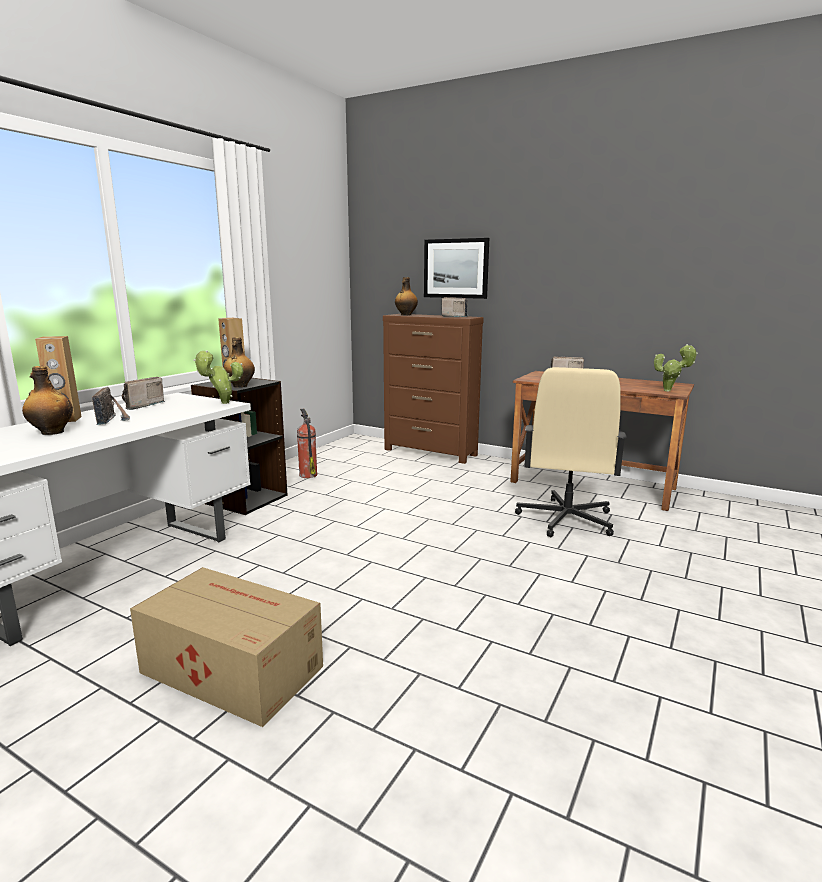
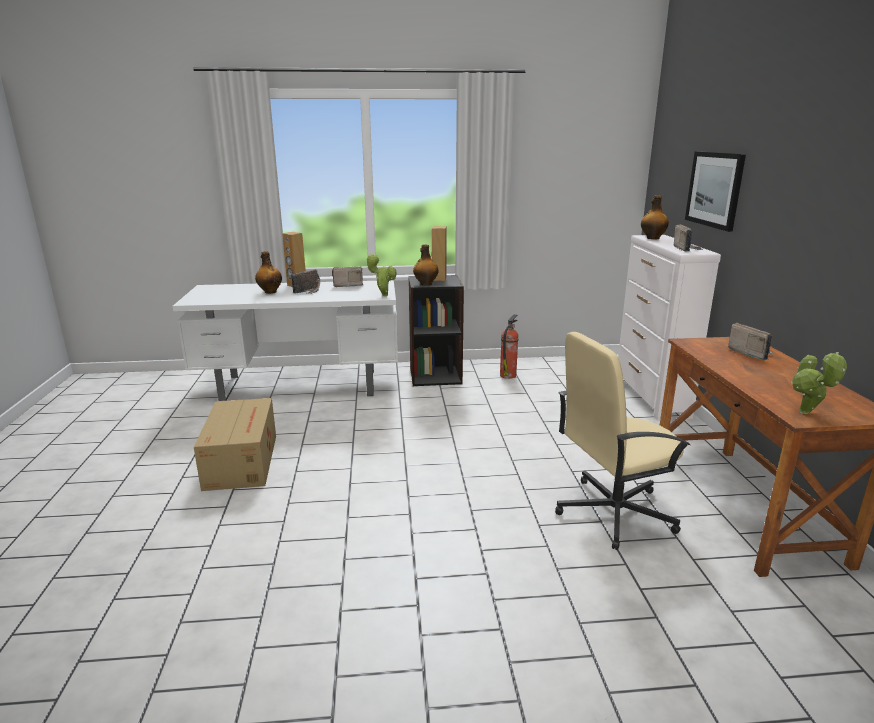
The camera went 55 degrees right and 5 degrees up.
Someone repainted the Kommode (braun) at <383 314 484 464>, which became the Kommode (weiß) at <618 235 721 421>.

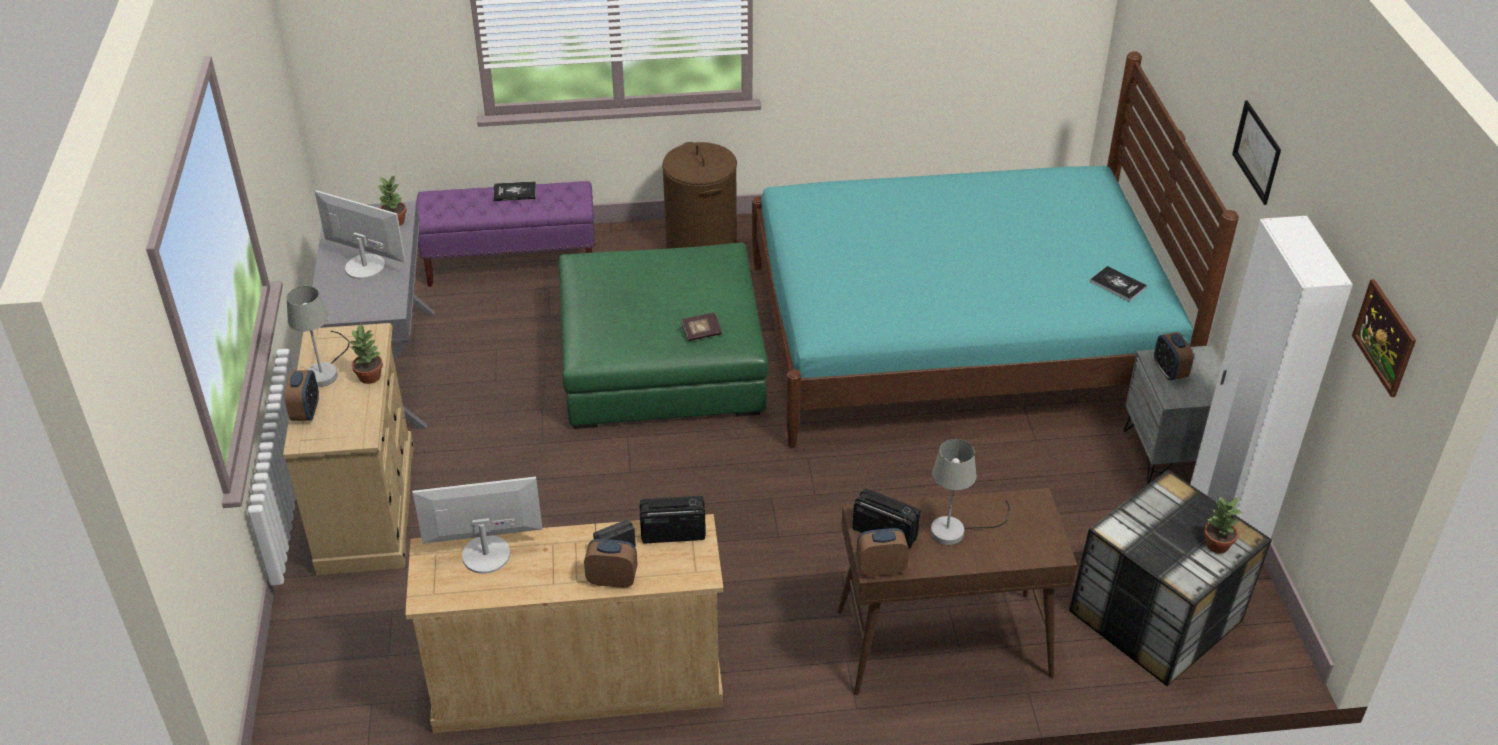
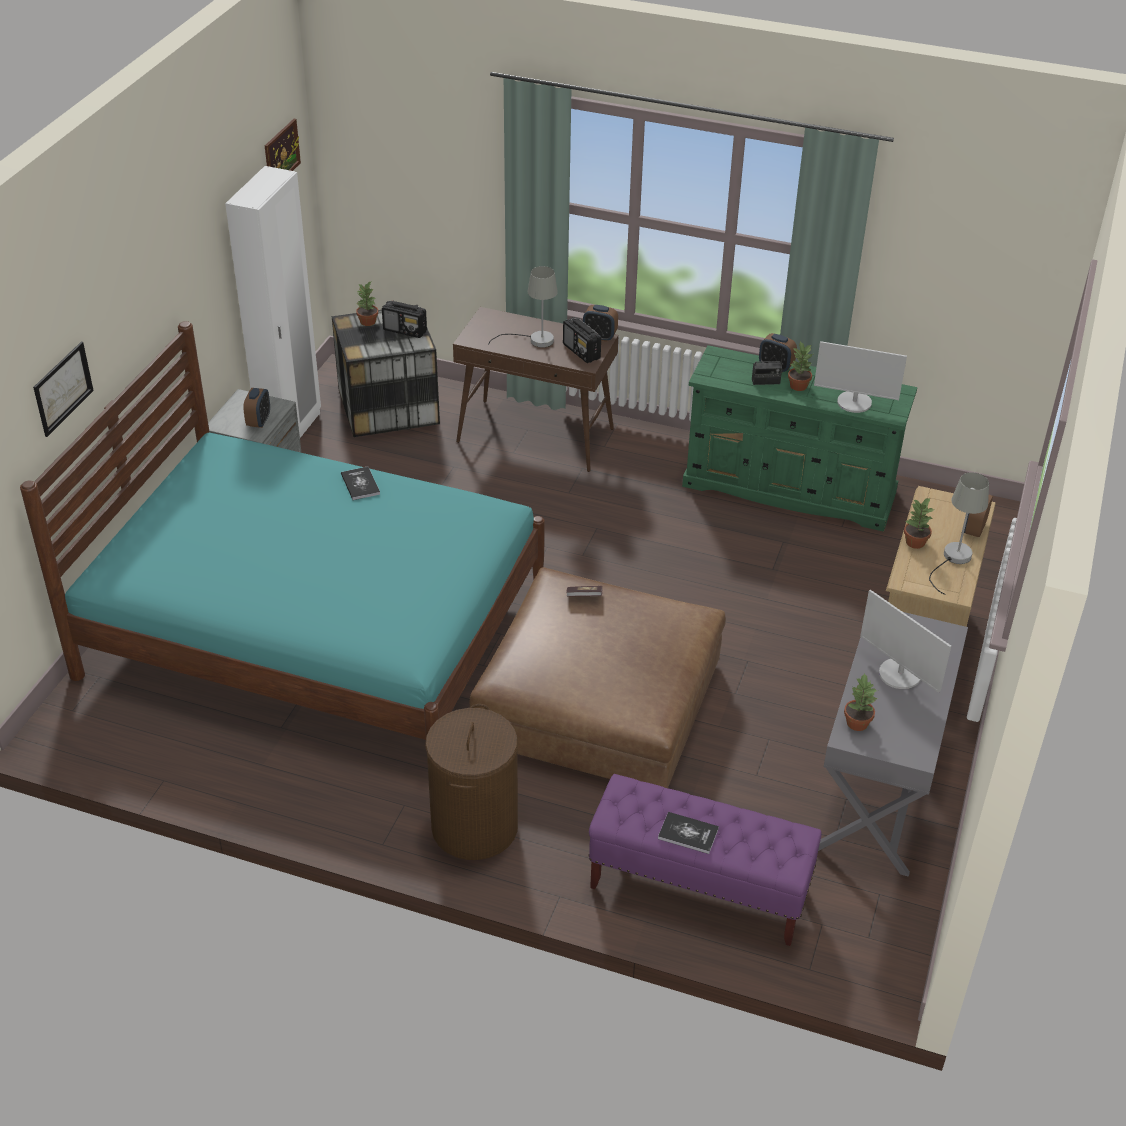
The camera went 155 degrees left and 0 degrees up.
Someone repainted the Kommode (beige) at <405 514 724 733>, which became the Kommode (grün) at <682 345 917 532>.
Someone repainted the Polsterhocker (grün) at <559 242 769 429>, which became the Polsterhocker (braun) at <470 567 726 788>.
Someone carried the Radio from <639 496 706 543> to <382 300 427 338>.
Someone carried the Buch from <1090 266 1147 302> to <341 466 380 500>.
Someone carried the Bild from <1232 100 1281 205> to <33 342 94 437>.
Someone put down the Topfpflanze at <788 341 813 391>.

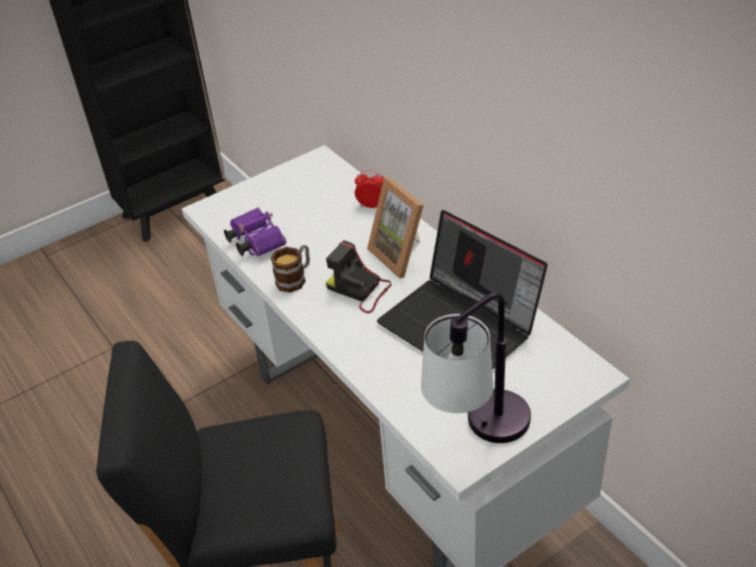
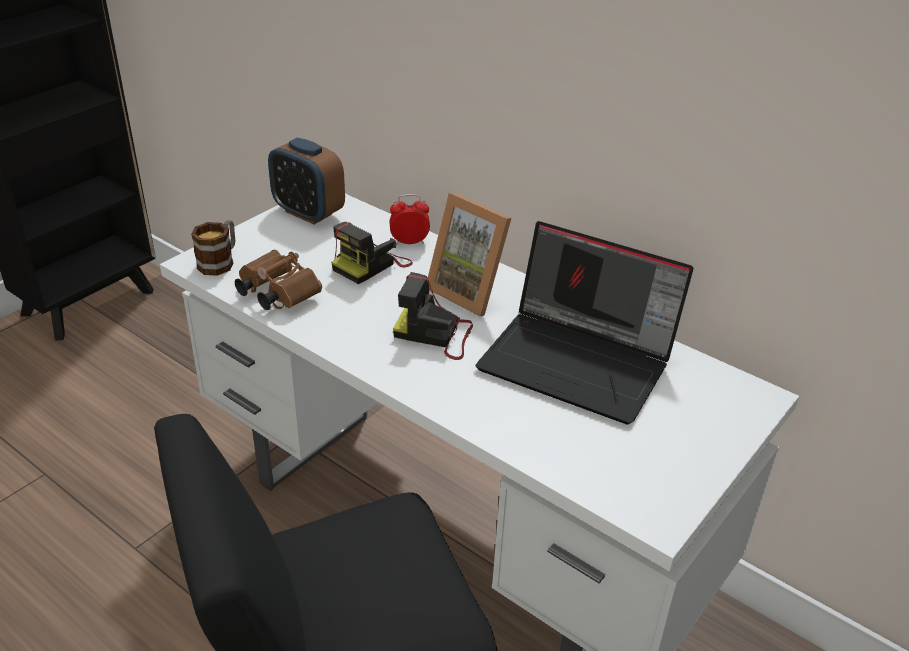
The camera went 20 degrees left and 5 degrees down.
Someone repainted the Fernglas (lila) at <224 207 286 256>, which became the Fernglas (braun) at <235 249 322 310>.
Someone carried the Henkelbecher from <271 245 310 293> to <191 220 235 276>.
Someone took away the Tischlampe at <421 292 531 443>.
Someone put down the Wecker at <268 138 345 225>.
Someone put down the Kamera at <331 222 413 284>.

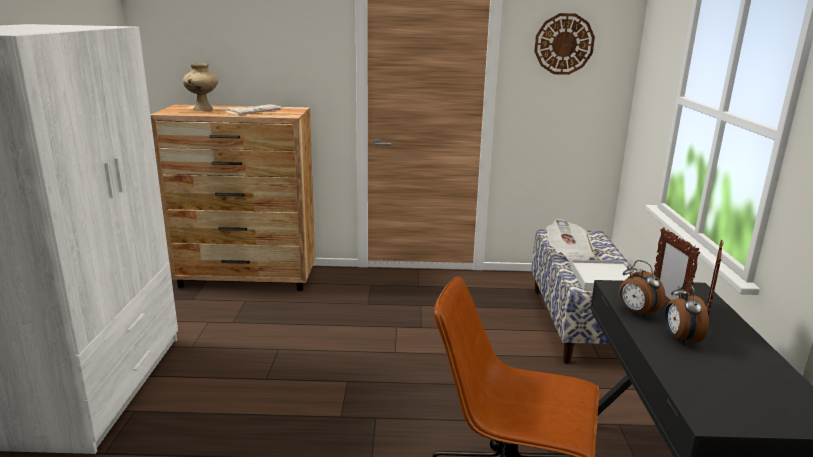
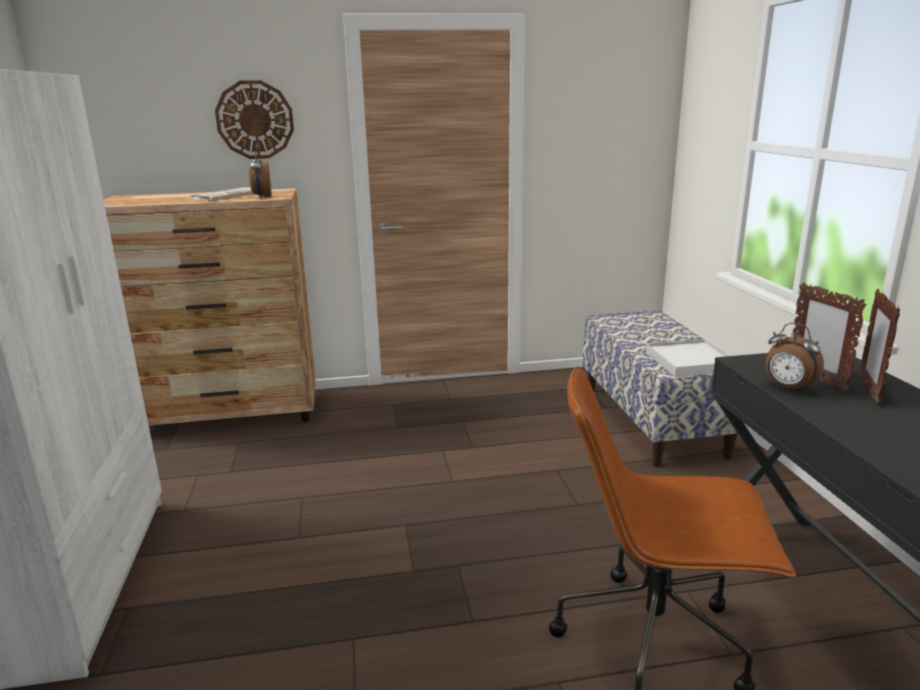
The camera went 10 degrees left and 0 degrees up.
Someone took away the Vase (beige) at <182 63 218 111>.
Someone carried the Wanduhr from <534 13 595 75> to <215 80 294 159>.
Someone took away the Zeitung at <546 219 595 263>.
Someone carried the Wecker from <665 281 709 345> to <249 150 271 198>.

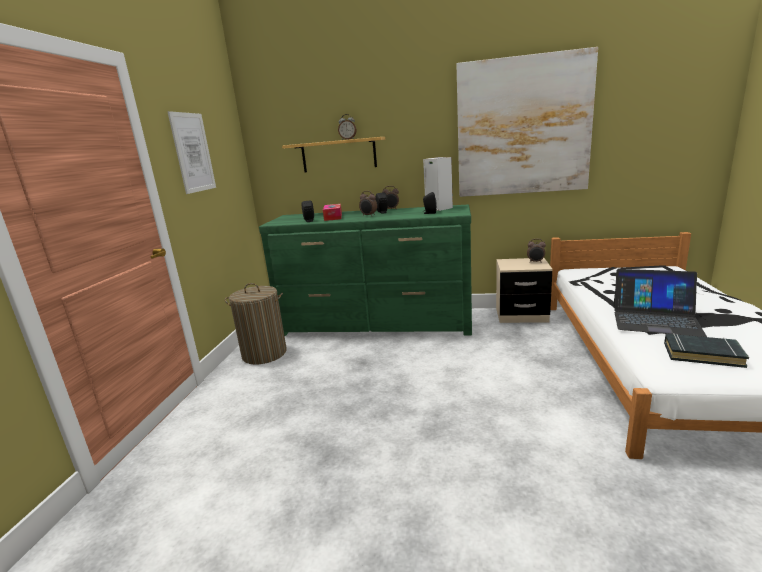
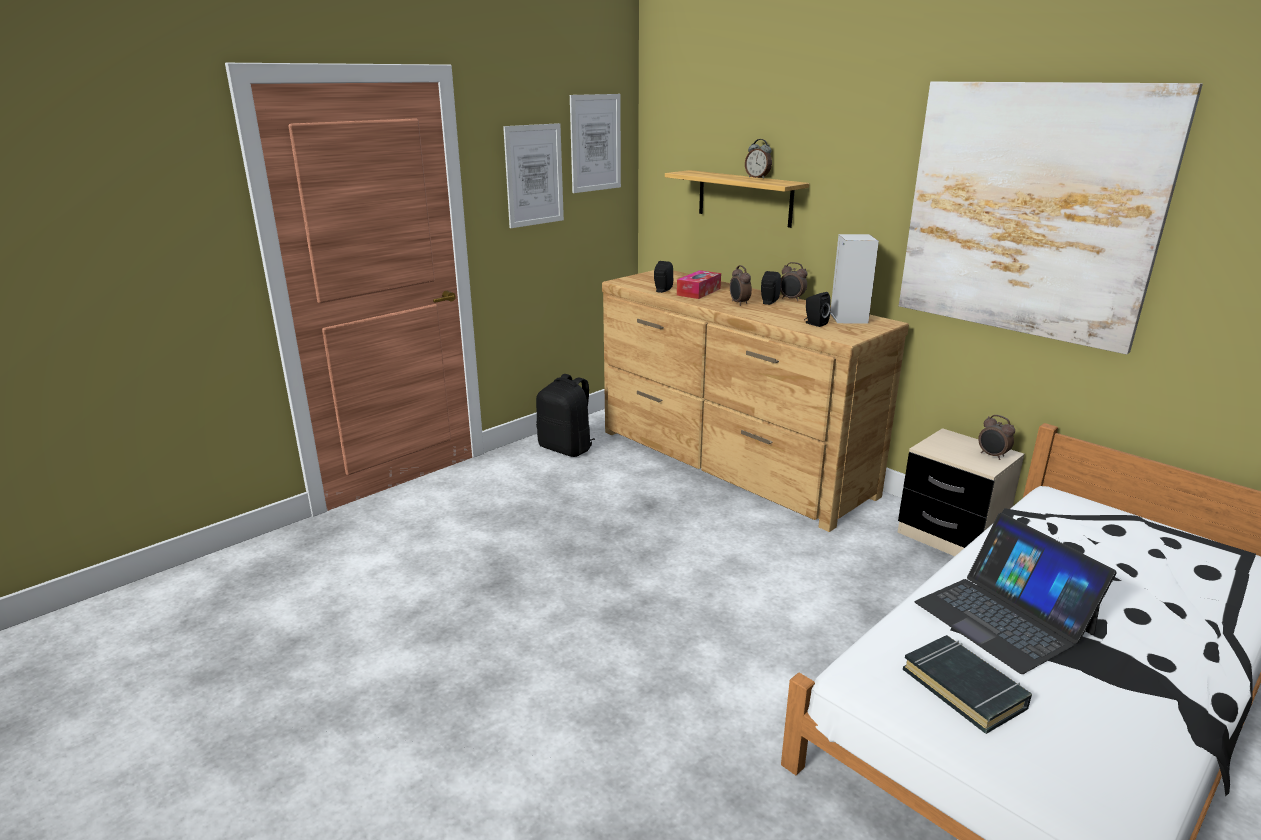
The camera went 35 degrees right and 5 degrees up.
Someone swapped the Wäschekorb at <225 283 287 364> for the Rucksack (schwarz) at <536 374 595 457>.
Someone repainted the Kommode (grün) at <259 205 472 336>, which became the Kommode (braun) at <602 270 909 532>.
Someone put up the Bild at <570 94 621 193>.

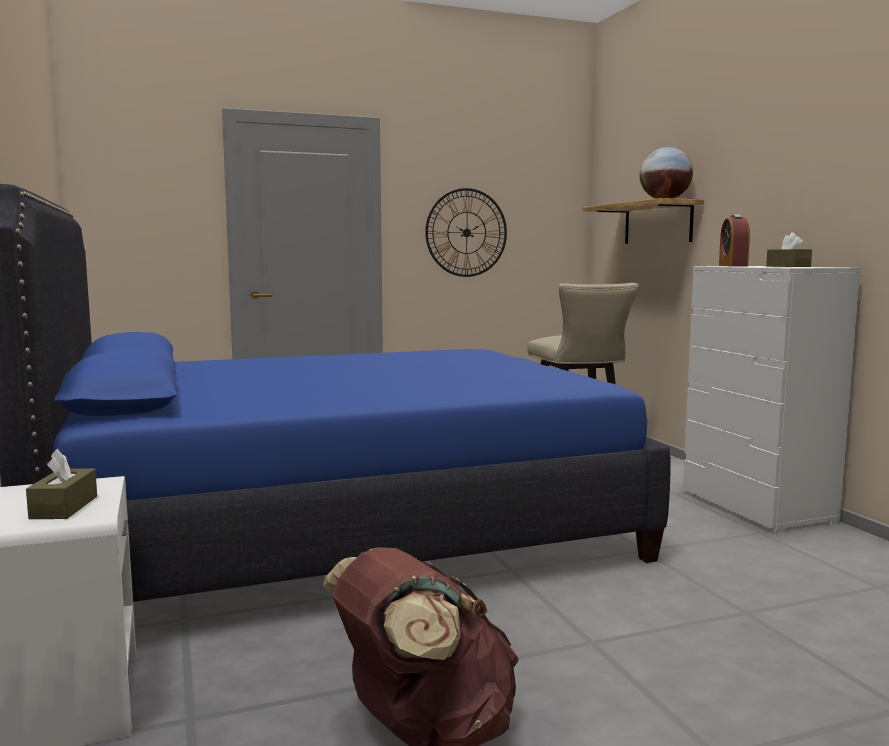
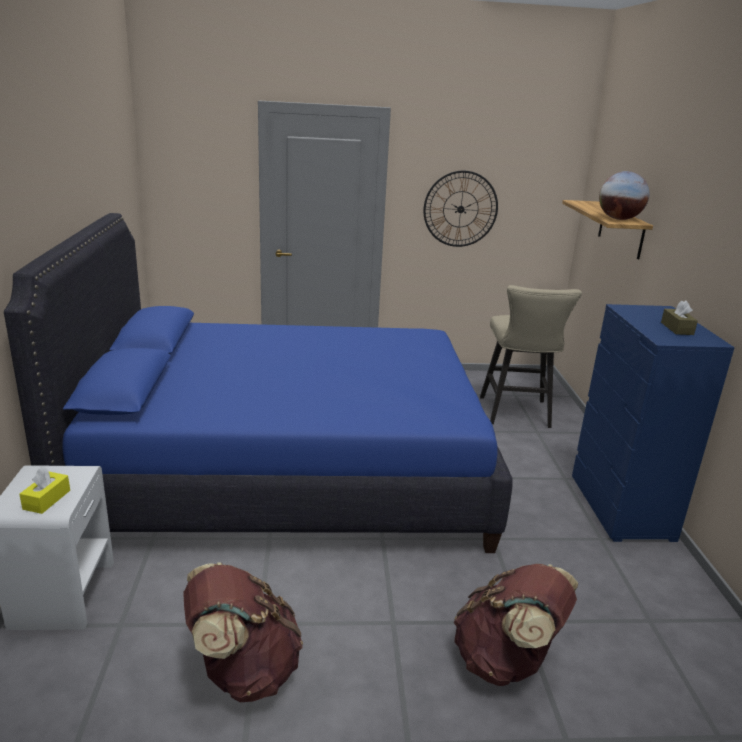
The camera went 15 degrees right and 15 degrees up.
Someone repainted the Taschentuchbox (braun) at <26 449 97 519>, which became the Taschentuchbox (gelb) at <19 468 70 514>.
Someone repainted the Kommode (weiß) at <683 266 860 533>, which became the Kommode (blau) at <572 304 735 542>.
Someone took away the Wecker at <719 214 750 266>.
Someone put down the Rucksack (braun) at <453 564 578 686>.

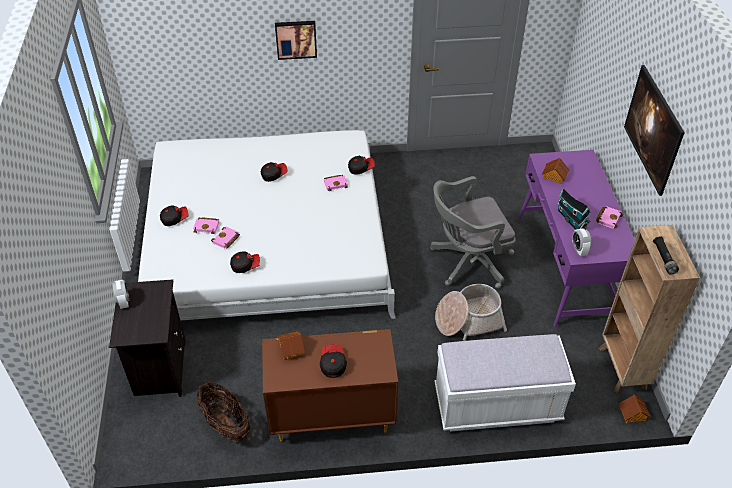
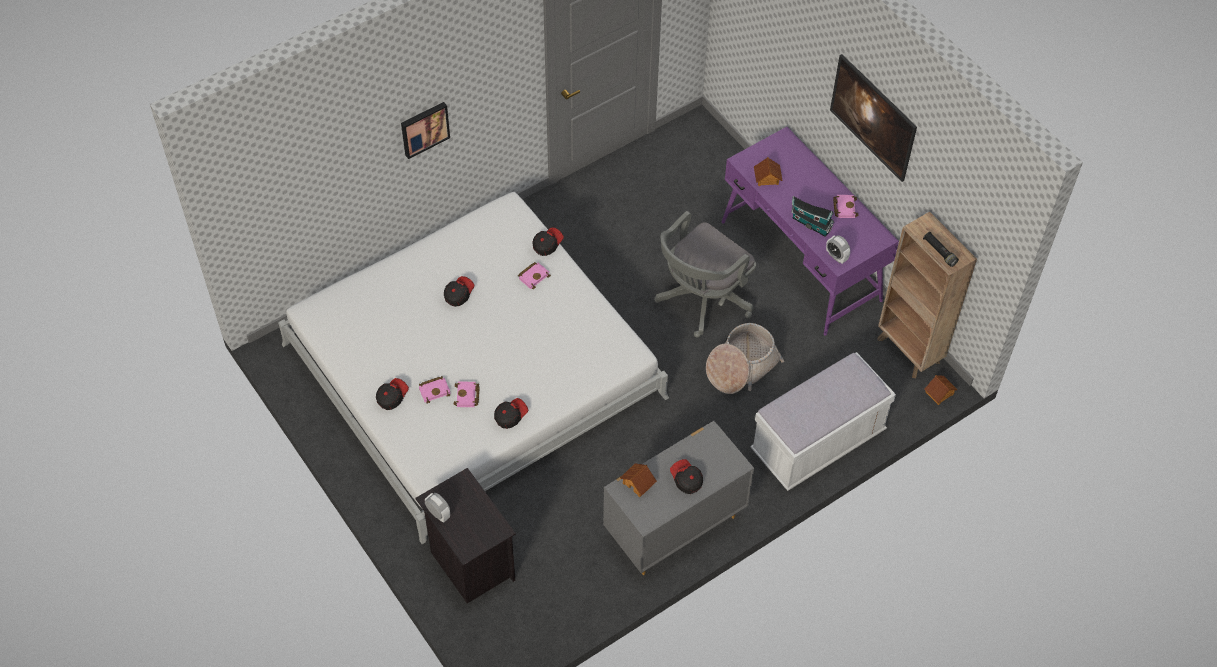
The camera went 30 degrees left and 10 degrees up.
Someone took away the Korb at <197 382 250 442>.
Someone repainted the Kommode (braun) at <262 329 398 442>, which became the Kommode (grau) at <603 421 754 575>.

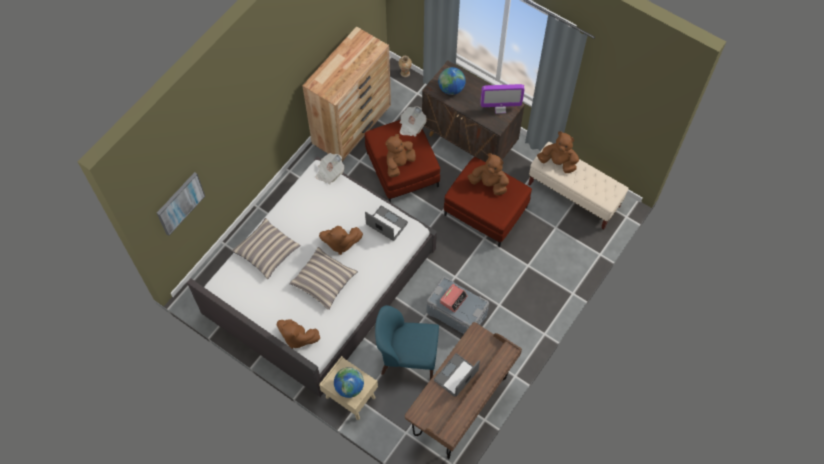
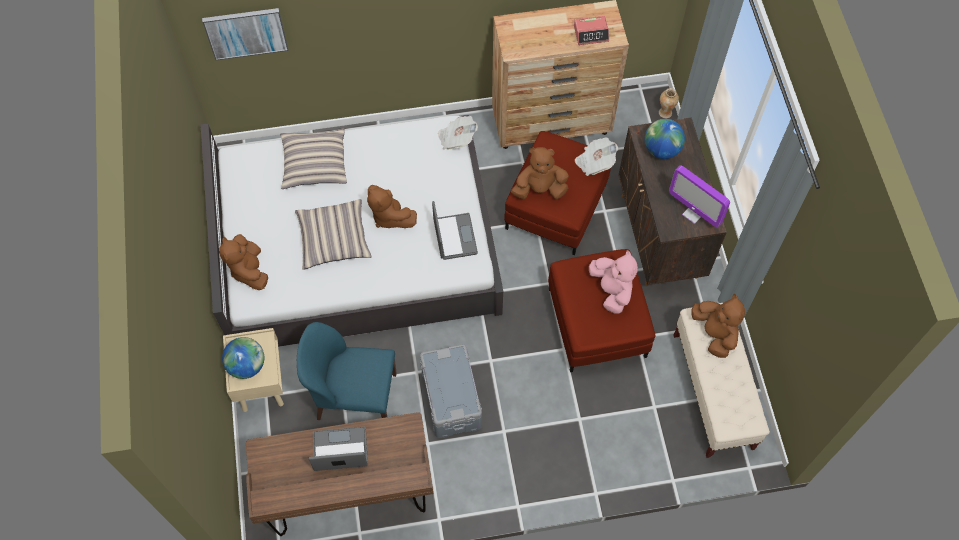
The camera went 45 degrees right and 0 degrees up.
Someone rotated the Stuhl (blau) at <375 305 439 380> by 45 degrees counterclockwise.
Someone carried the Wecker from <440 284 468 313> to <574 16 609 45>.
Someone repainted the Plüschtier (braun) at <467 153 509 195>, which became the Plüschtier (rosa) at <589 250 638 314>.

